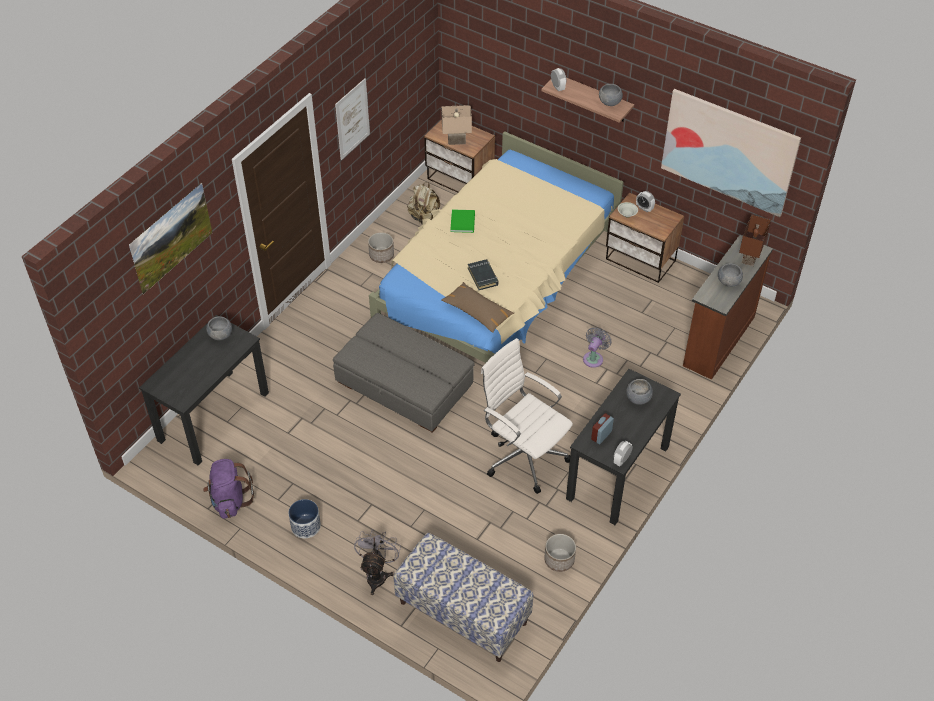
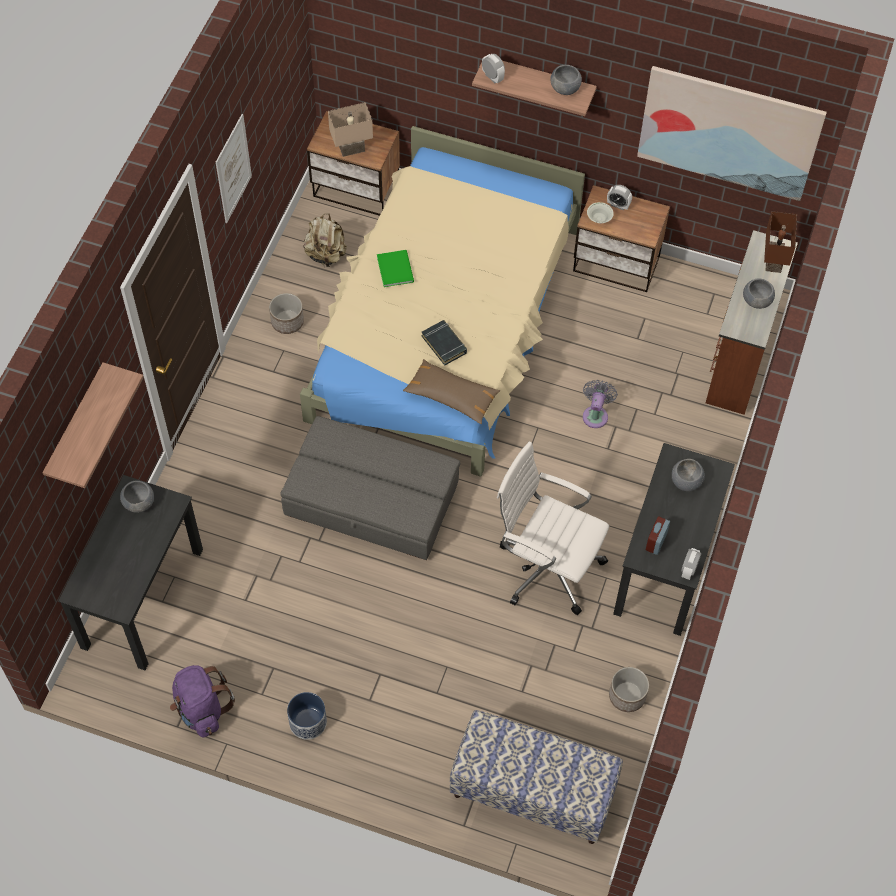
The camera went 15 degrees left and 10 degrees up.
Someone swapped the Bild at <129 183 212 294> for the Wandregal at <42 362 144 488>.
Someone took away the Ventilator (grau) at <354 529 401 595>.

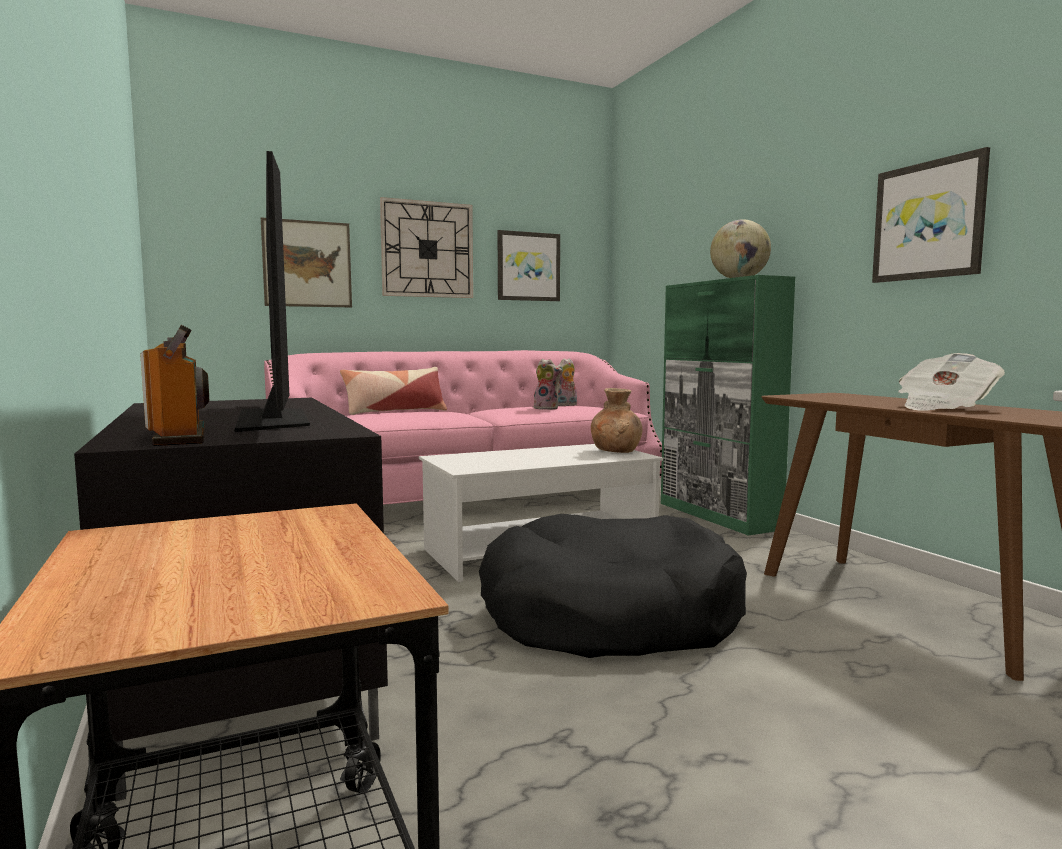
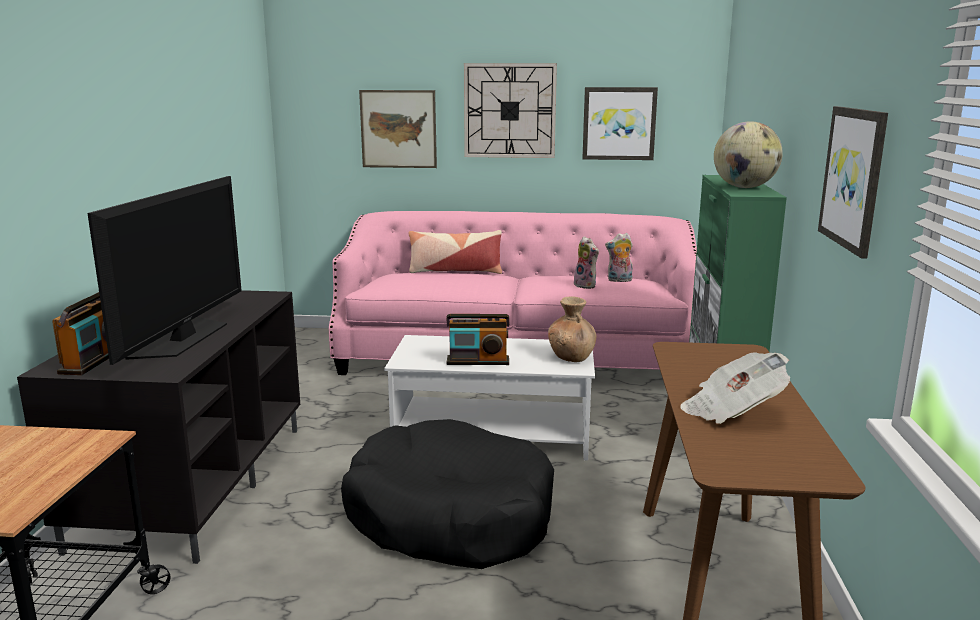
The camera went 30 degrees right and 10 degrees up.
Someone put down the Radio at <447 314 510 365>.

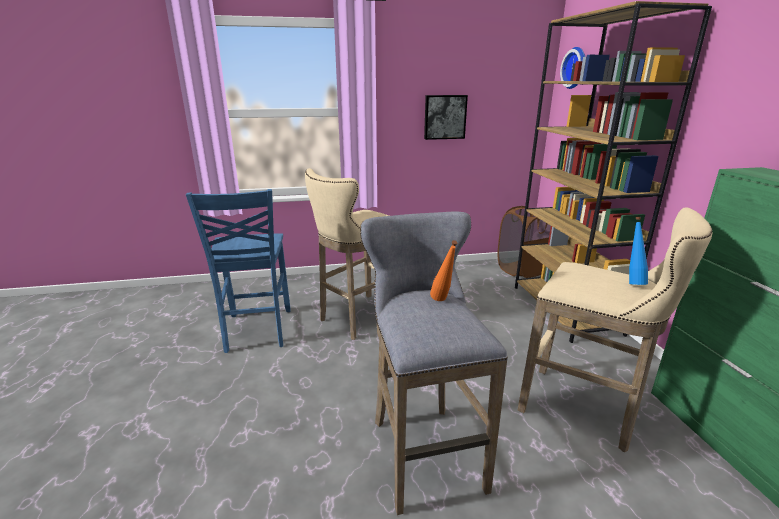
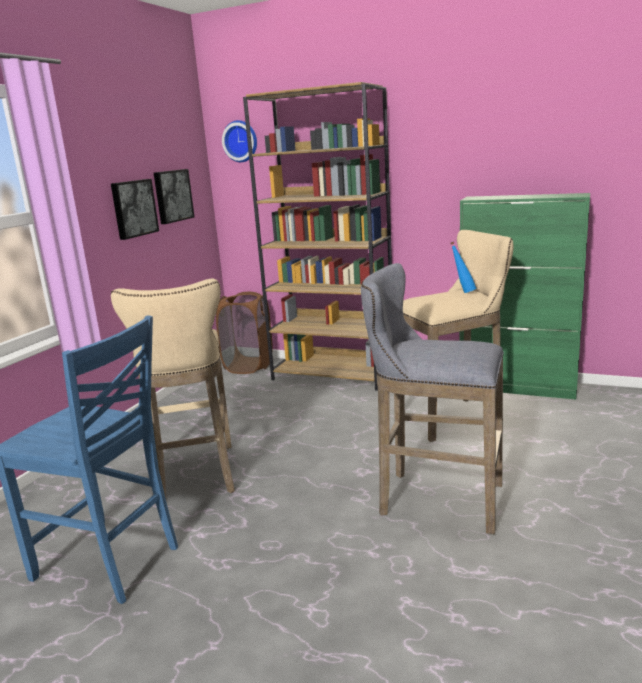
The camera went 55 degrees left and 5 degrees down.
Someone took away the Flasche (orange) at <430 240 458 301>.
Someone put up the Bild at <154 169 195 224>.

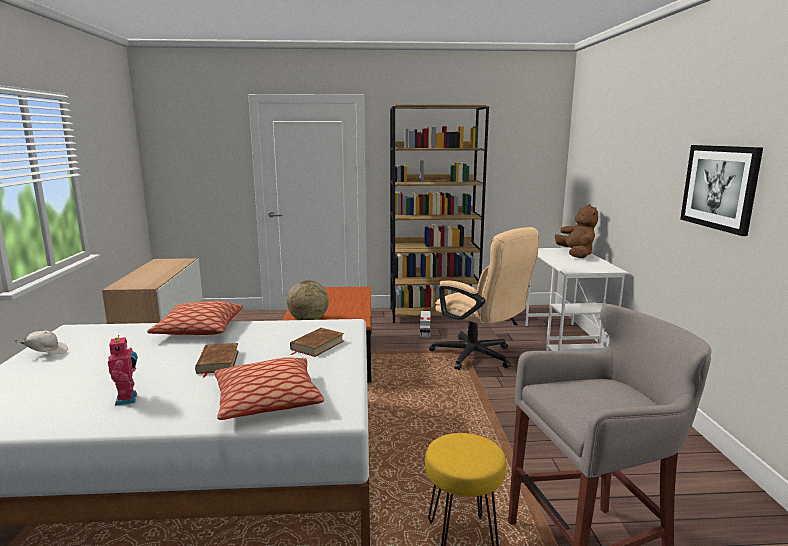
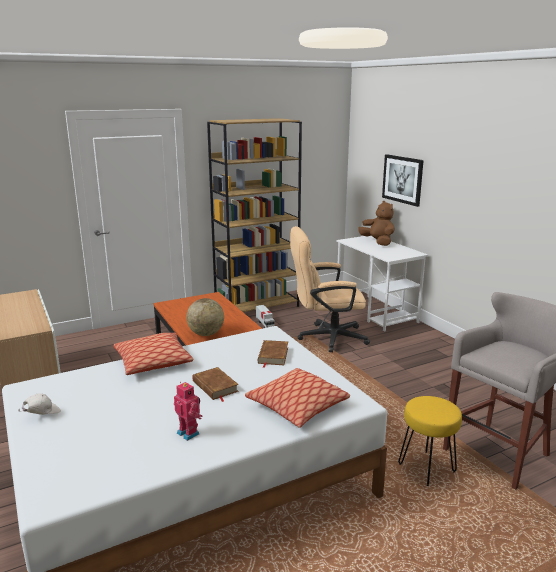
The camera went 25 degrees left and 5 degrees up.
Someone rotated the Bürostuhl (beige) at <429 227 539 370> by 150 degrees clockwise.
Someone carried the Bild from <680 145 763 236> to <382 154 424 207>.

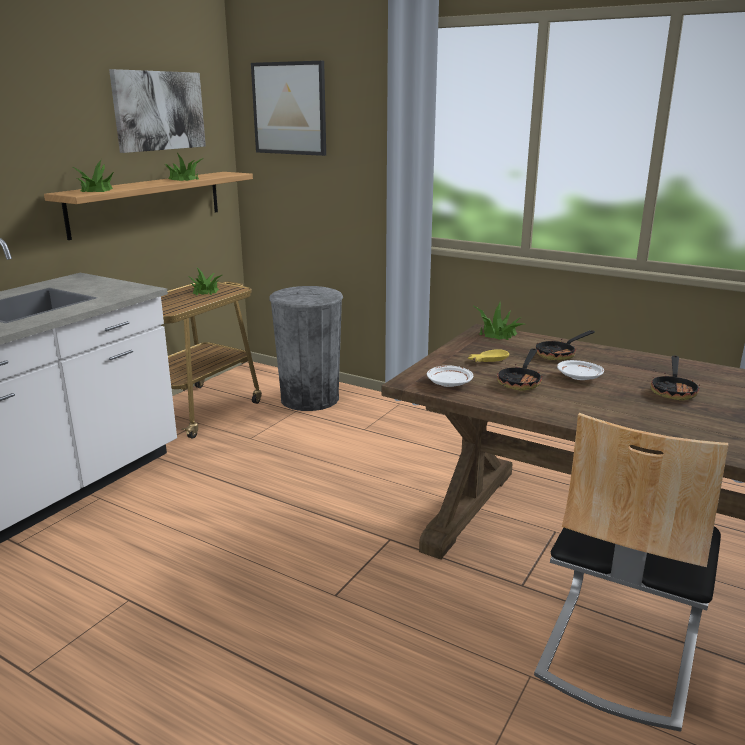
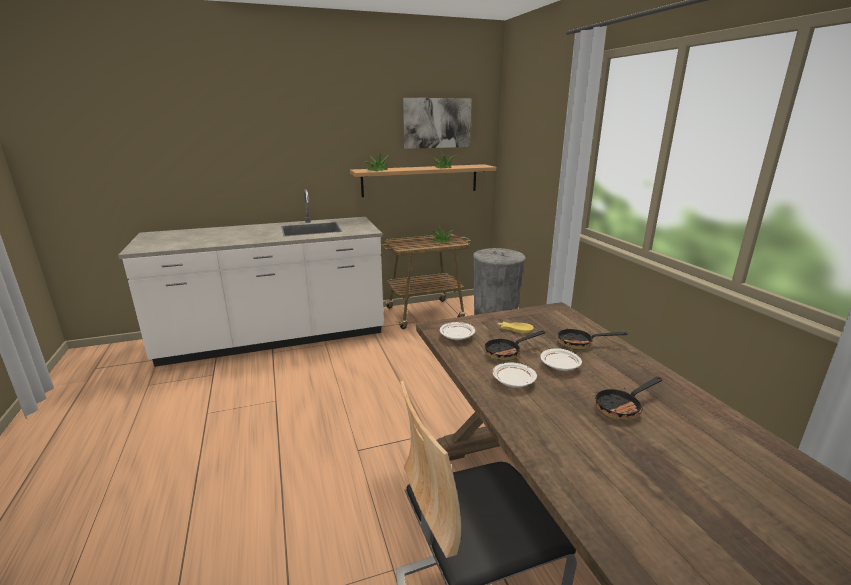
The camera went 40 degrees right and 0 degrees up.
Someone took away the Bild at <251 61 326 156>.
Someone took away the Topfpflanze at <472 302 524 340>.
Someone put down the Teller (weiß) at <493 362 537 388>.

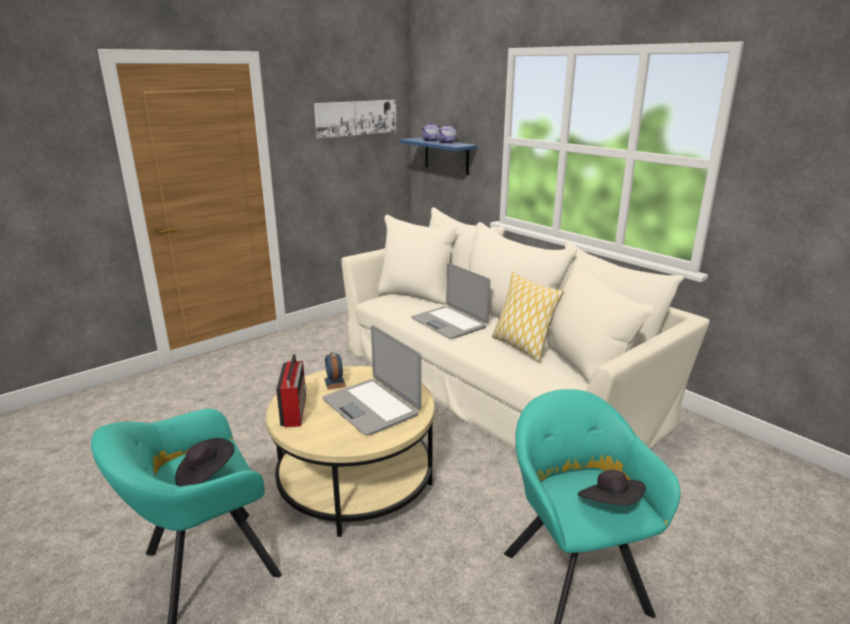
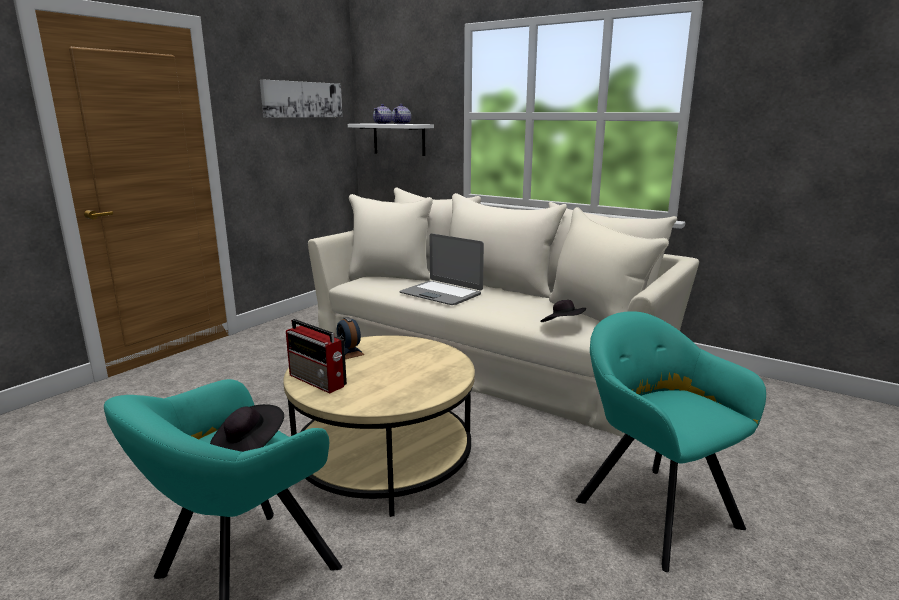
The camera went 15 degrees left and 5 degrees down.
Someone rotated the Radio at <276 354 306 427> by 150 degrees clockwise.
Someone took away the Laptop at <322 325 421 435>.
Someone repainted the Wandregal (blau) at <399 137 477 175>, which became the Wandregal (weiß) at <348 123 434 156>.
Someone took away the Kissen at <492 271 564 363>.
Someone carried the Hut (schwarz) from <578 470 646 506> to <540 300 586 322>.

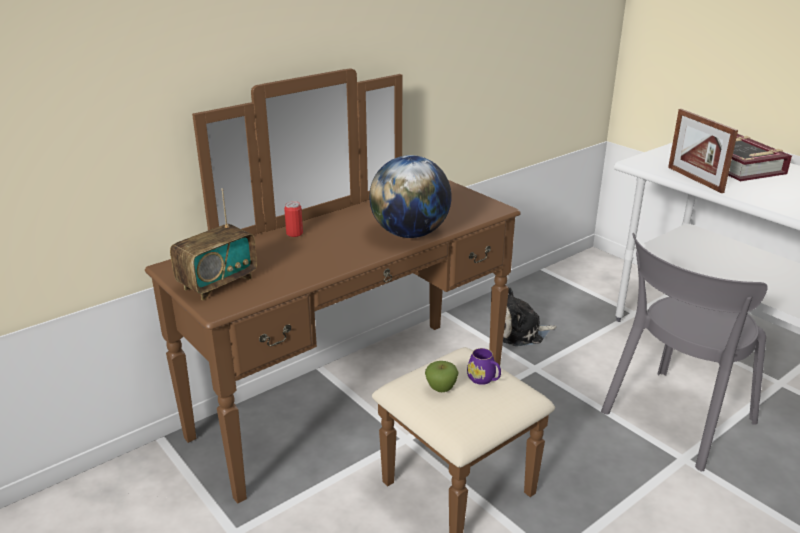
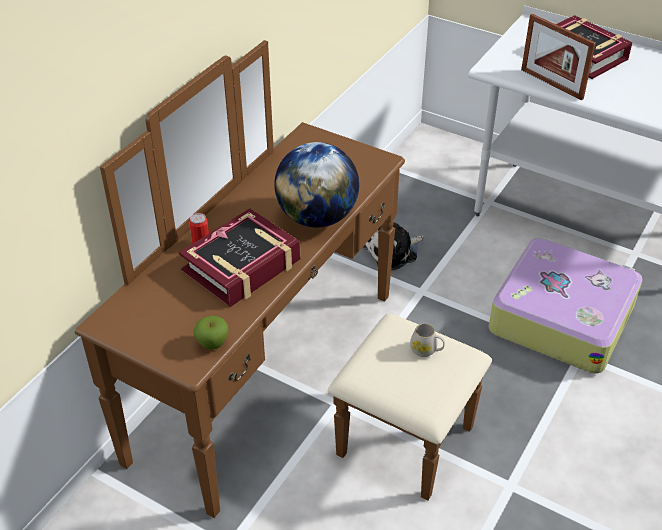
The camera went 20 degrees left and 15 degrees up.
Someone took away the Radio at <170 188 257 300>.
Someone carried the Apfel from <425 361 459 392> to <193 316 229 349>.
Someone repainted the Henkelbecher (lila) at <467 348 501 385>, which became the Henkelbecher (weiß) at <410 324 445 357>.
Someone swapped the Stuhl (grau) at <601 233 768 471> for the Koffer at <489 238 642 374>.
Someone put down the Buch at <179 209 300 307>.

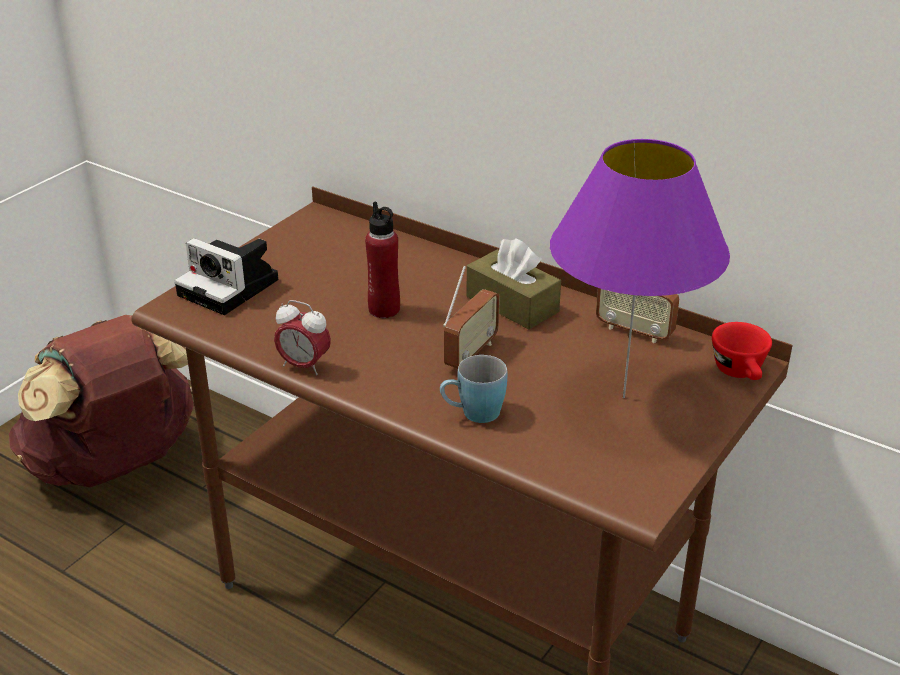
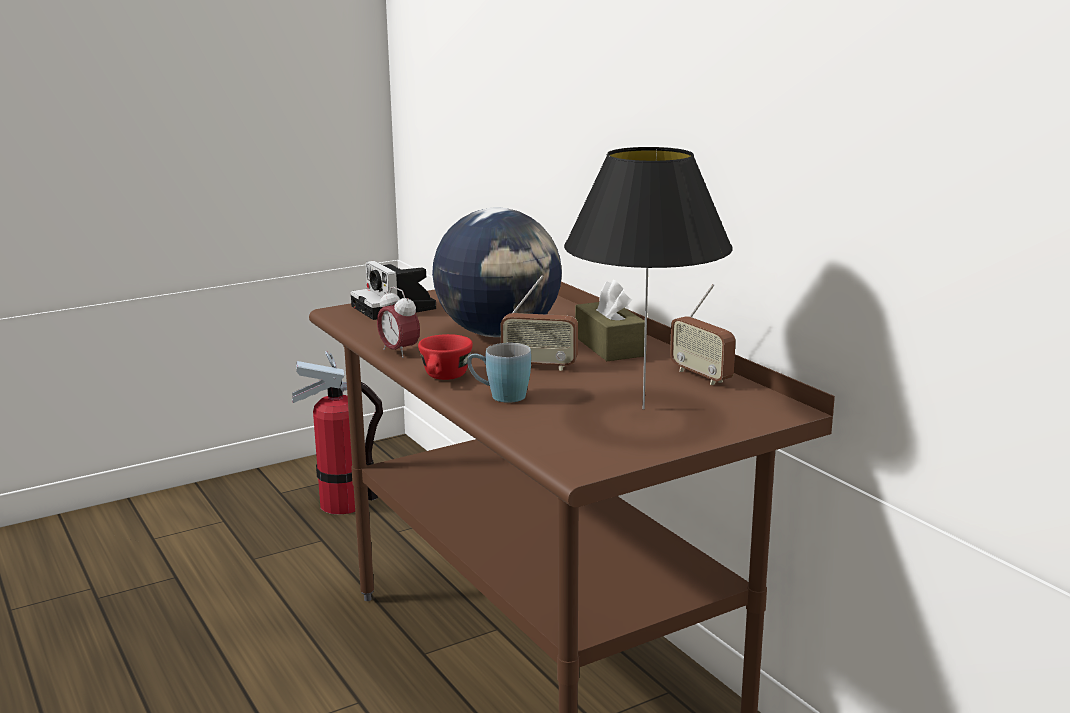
The camera went 25 degrees right and 15 degrees down.
Someone swapped the Rucksack (braun) at <9 315 194 487> for the Feuerlöscher at <292 351 383 515>.
Someone swapped the Flasche (rot) at <365 202 400 318> for the Globus at <432 208 562 337>.
Someone rotated the Radio at <443 266 500 368> by 45 degrees clockwise.
Someone repainted the Tischlampe (lila) at <550 139 730 398>, which became the Tischlampe (schwarz) at <564 147 733 410>.
Someone carried the Tasse (rot) from <712 322 772 380> to <418 334 473 380>.

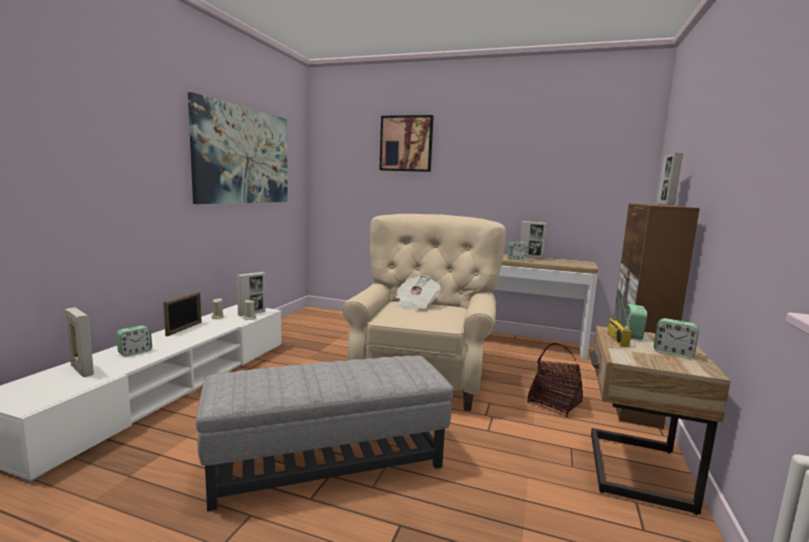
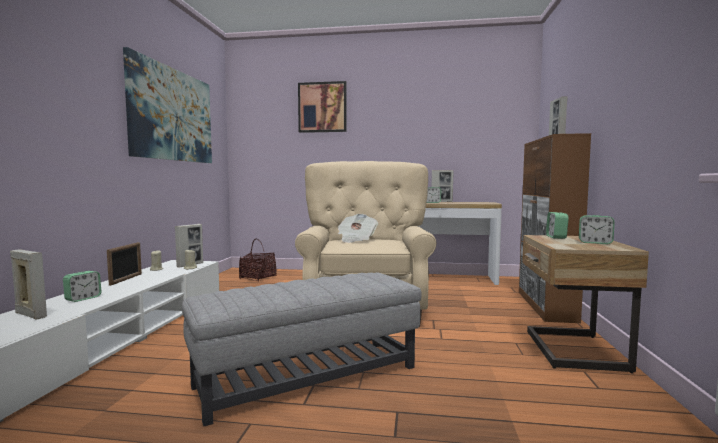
The camera went 10 degrees left and 5 degrees down.
Someone carried the Korb from <527 343 583 417> to <239 239 277 281>.
Someone took away the Radio at <608 297 631 347>.

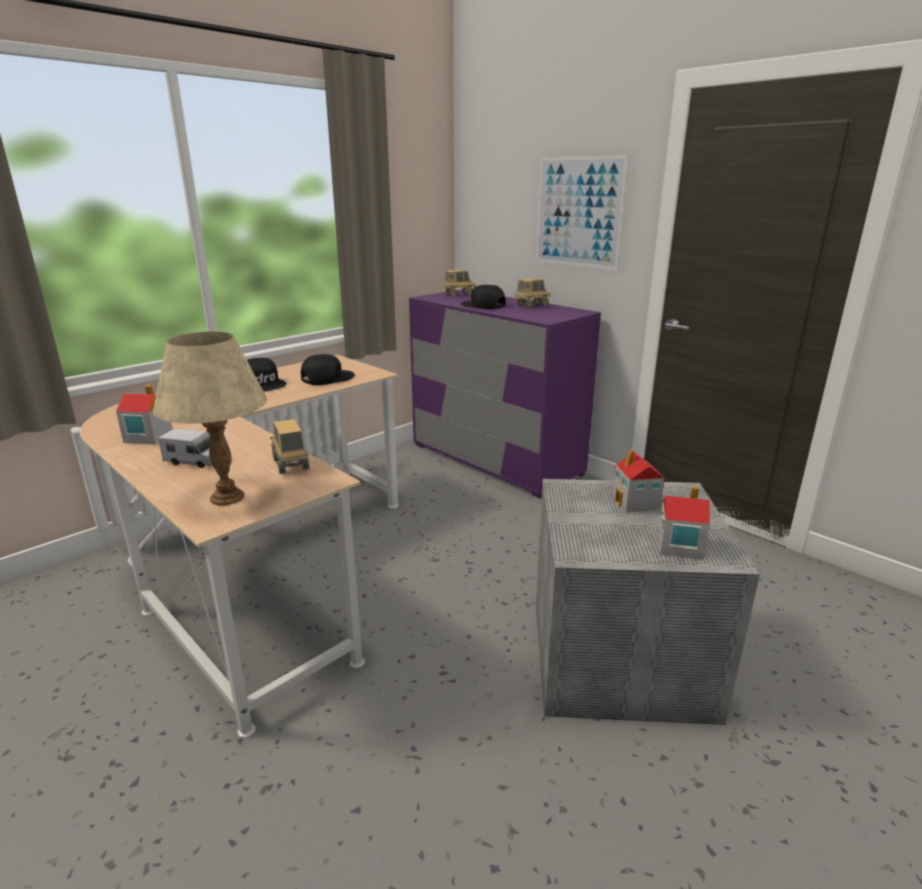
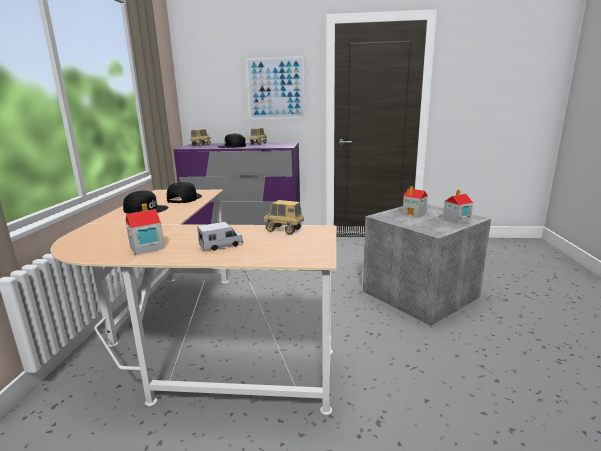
The camera went 40 degrees left and 5 degrees down.
Someone took away the Tischlampe (beige) at <153 331 267 506>.

